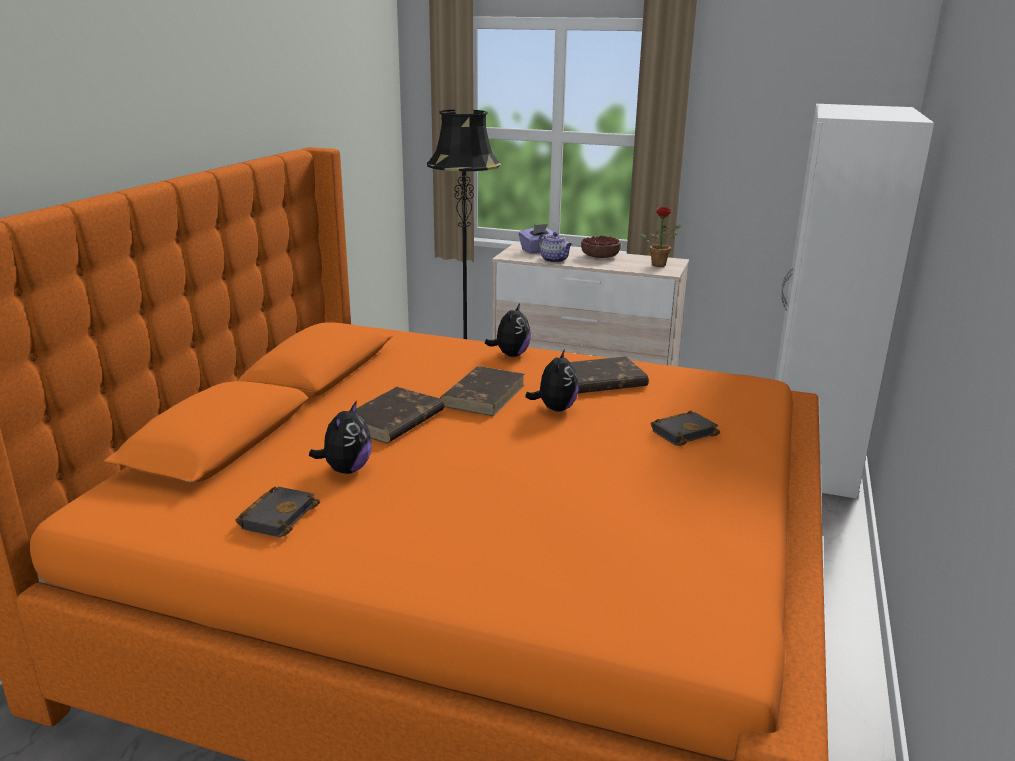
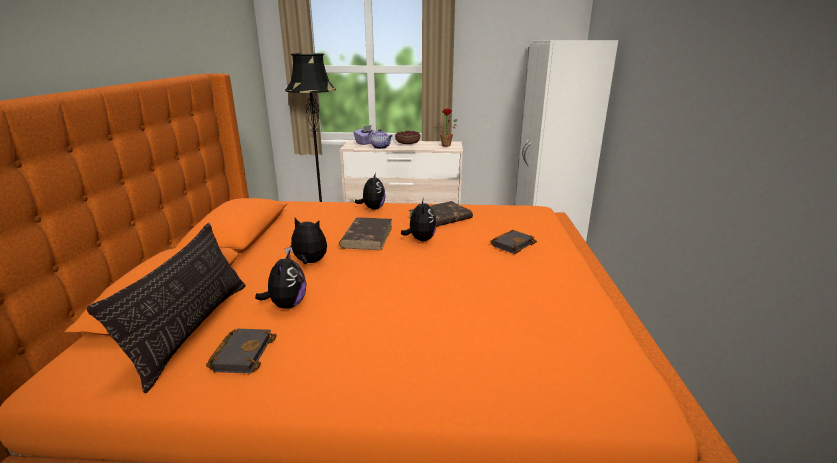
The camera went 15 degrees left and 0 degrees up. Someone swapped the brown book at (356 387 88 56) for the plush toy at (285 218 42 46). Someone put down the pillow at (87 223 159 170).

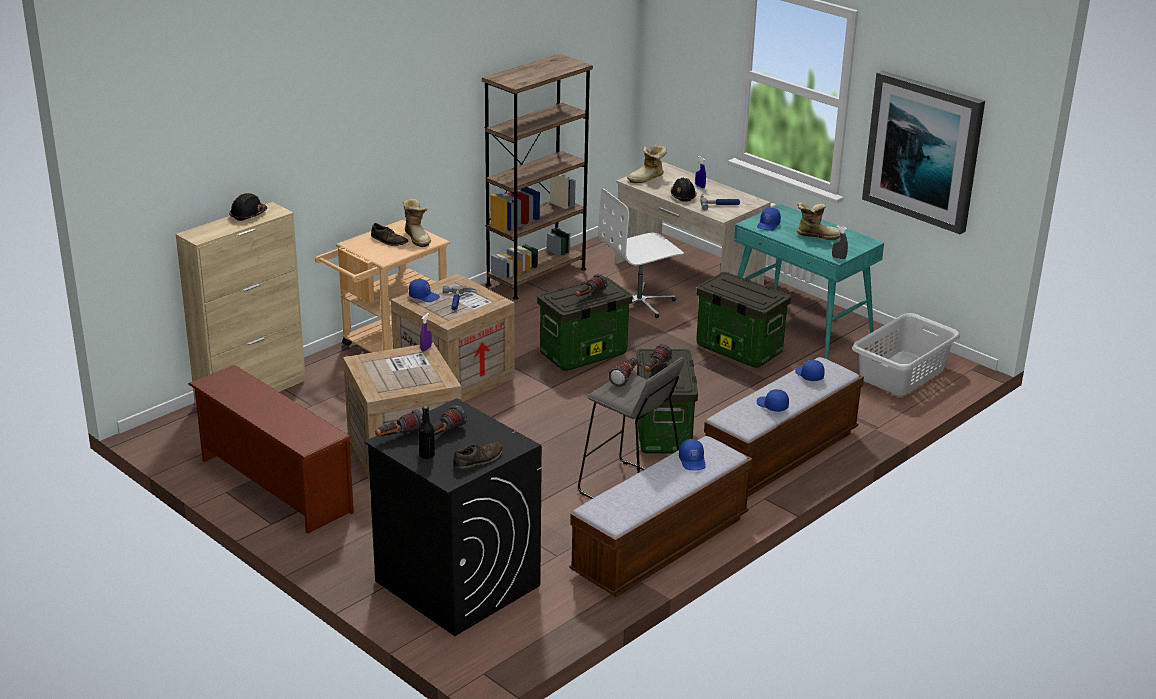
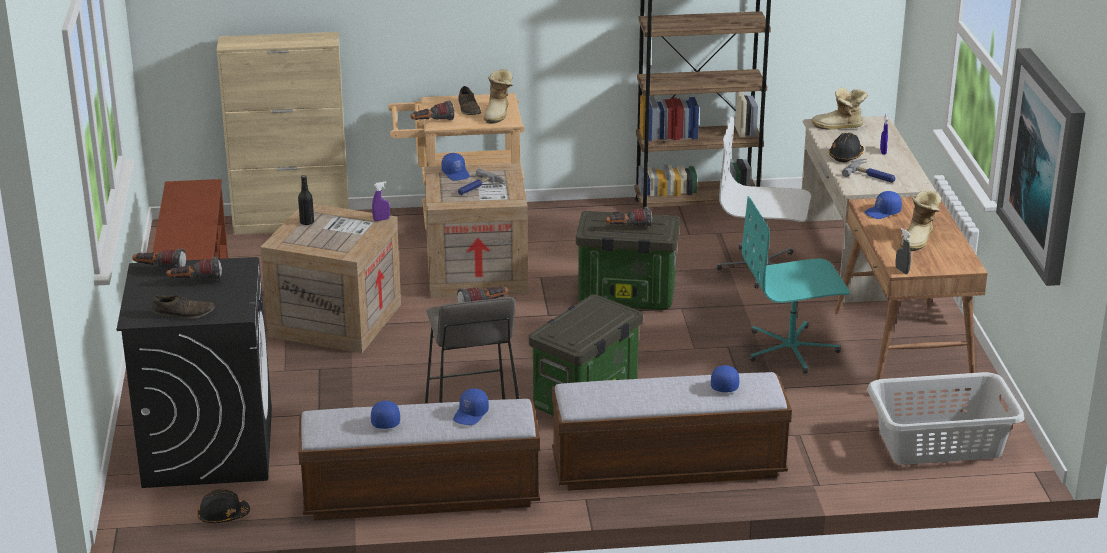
The camera went 40 degrees right and 0 degrees up. Someone carried the black hard hat from (229 193 38 28) to (197 489 53 34). Someone rotated the boot at (797 202 44 38) by 75 degrees clockwise. Someone repainted the turquoise desk at (734 204 150 155), which became the brown desk at (835 197 153 183). Someone swapped the storage box at (696 272 95 96) for the turquoise office chair at (742 196 108 178). Someone carried the flashlight from (644 344 28 28) to (410 101 44 19). Someone carried the blue cap from (757 389 32 23) to (371 401 29 28). Someone carried the black bottle from (418 406 17 53) to (298 175 16 50).

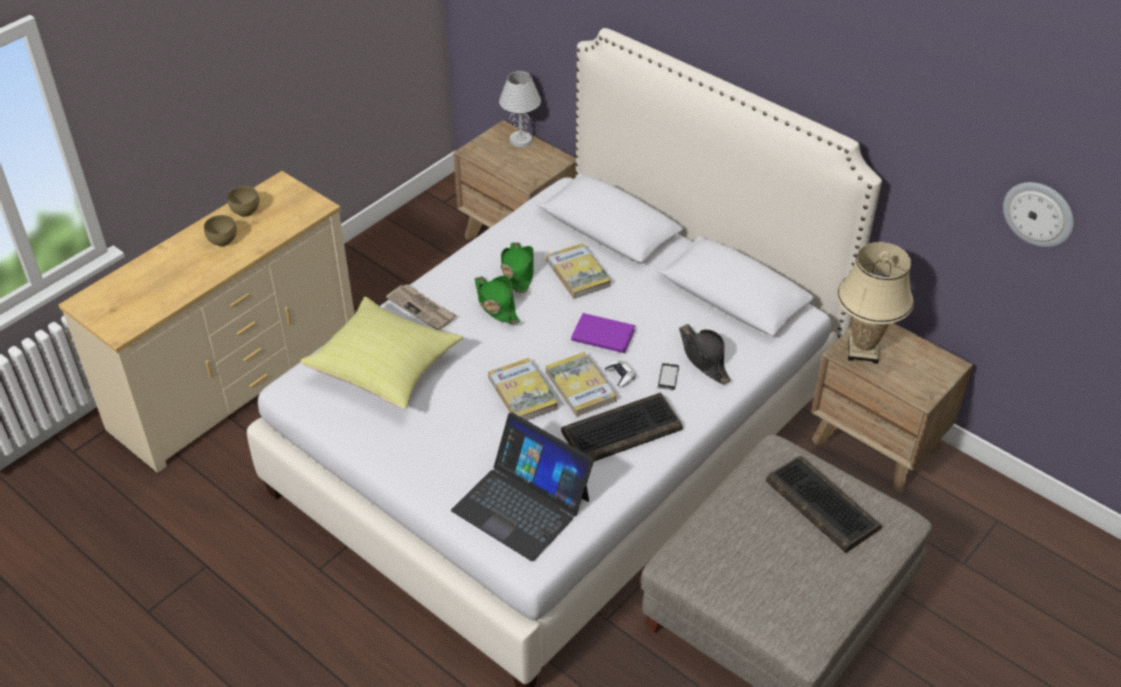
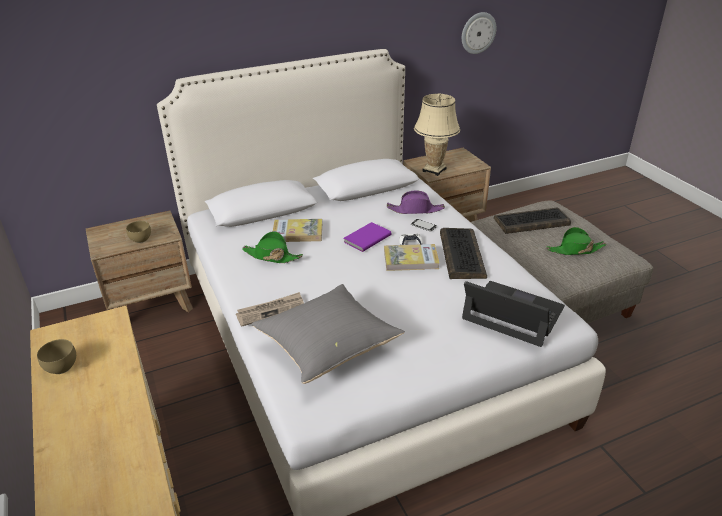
The camera went 65 degrees left and 10 degrees down. Someone took away the white table lamp at (499 71 42 76). Someone carried the brown bowl from (204 215 33 31) to (126 221 25 22). Someone carried the green hat from (475 276 45 48) to (546 227 60 28). Someone repainted the yellow pillow at (301 297 162 112), which became the grey pillow at (251 284 154 100). Someone repainted the black hat at (679 324 52 60), which became the purple hat at (387 190 58 24). Someone took away the book at (488 358 70 62). Someone rotated the laptop at (451 412 143 149) by 120 degrees counterclockwise.

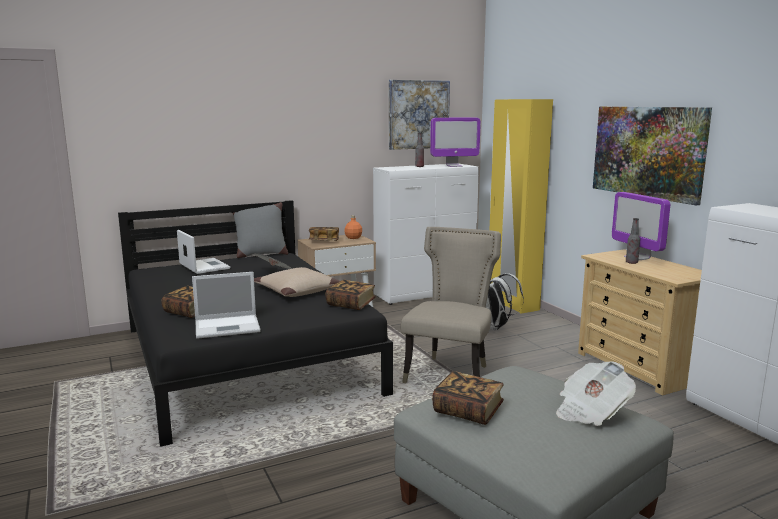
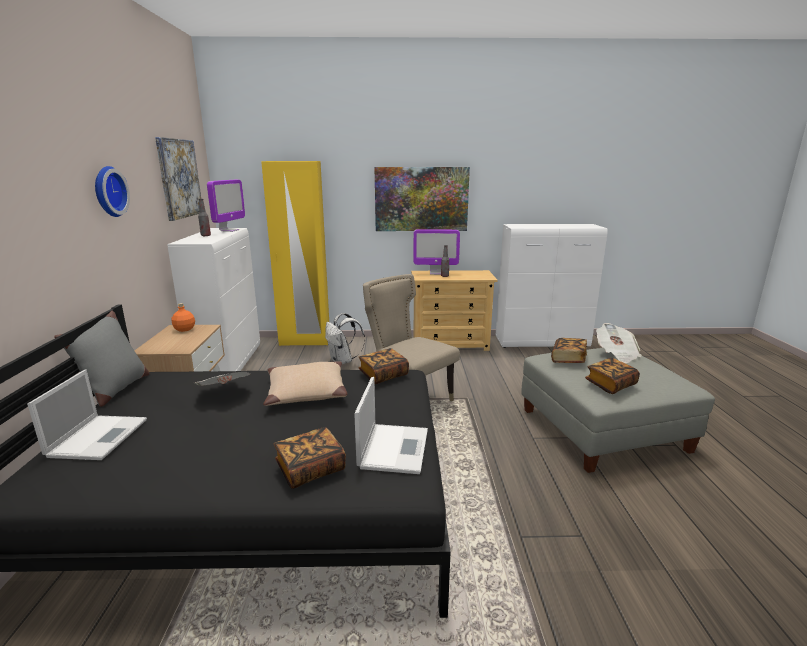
The camera went 65 degrees left and 5 degrees up. Someone carried the book from (309 227 30 14) to (551 338 36 25). Someone rotated the laptop at (177 230 54 44) by 105 degrees clockwise. Someone put up the wall clock at (95 166 35 51).

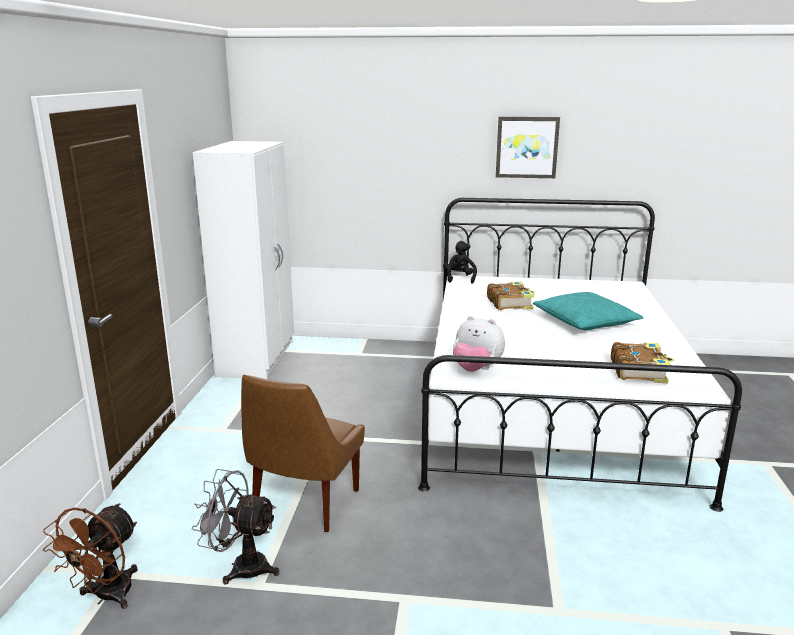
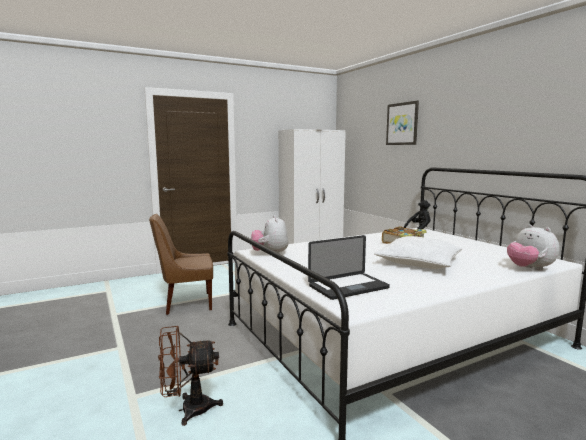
The camera went 55 degrees right and 10 degrees down. Someone carried the picture from (496 117 64 61) to (386 100 33 45). Someone repainted the turquoise pillow at (533 292 111 38), which became the white pillow at (374 236 88 33). Someone swapped the book at (611 342 63 41) for the laptop at (308 235 82 65). Someone took away the grey fan at (192 469 87 115). Someone carried the brown fan from (43 503 95 106) to (158 326 65 100). Someone put down the plush toy at (507 224 52 47).

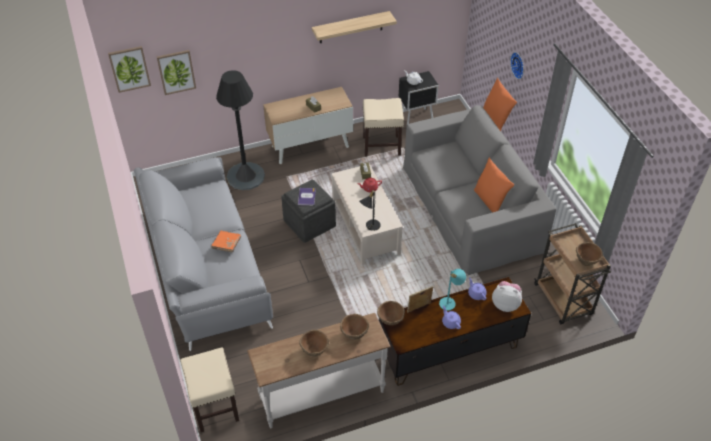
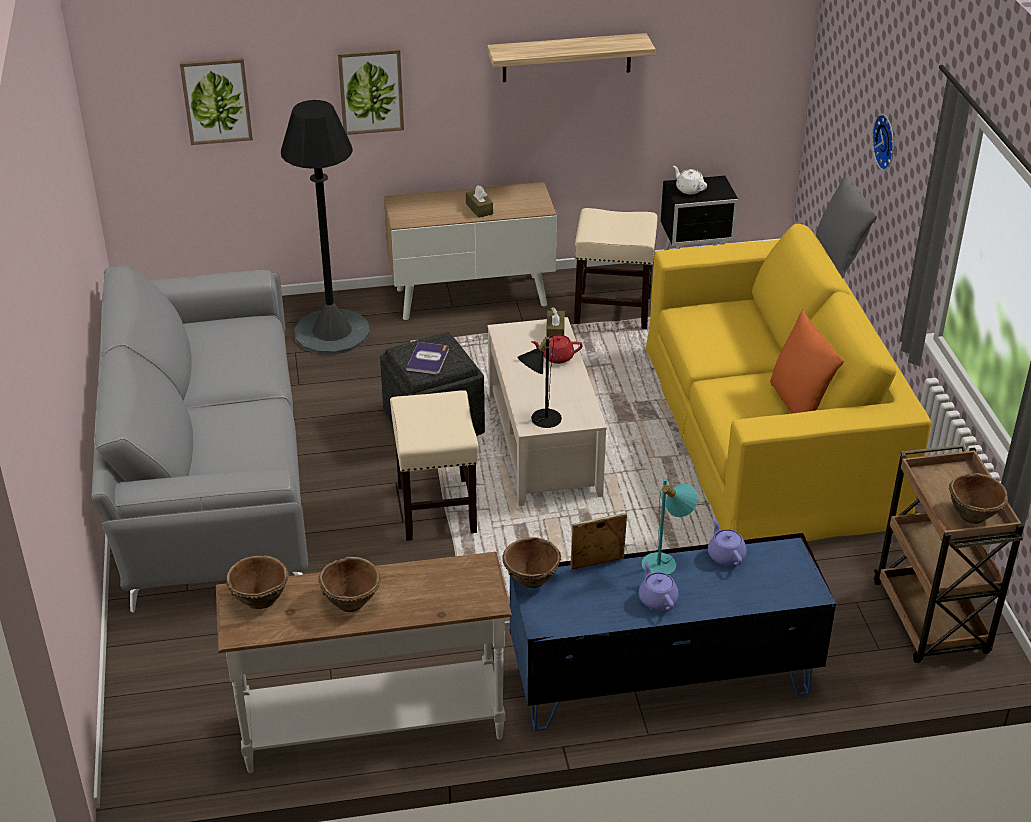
The camera went 10 degrees right and 10 degrees down. Someone carried the picture from (108 46 43 47) to (338 48 66 87). Someone repainted the orange pillow at (483 78 34 53), which became the grey pillow at (816 173 61 105). Someone repainted the grey sofa at (403 105 153 170), which became the yellow sofa at (646 224 285 317). Someone took away the orange book at (211 231 30 21). Someone repainted the brown tv stand at (379 277 152 109), which became the blue tv stand at (510 533 326 198). Someone took away the plush toy at (492 281 30 31). Someone carried the brown bowl from (340 314 29 26) to (226 556 63 53). Someone carried the beige stool from (180 348 59 84) to (390 390 89 151).

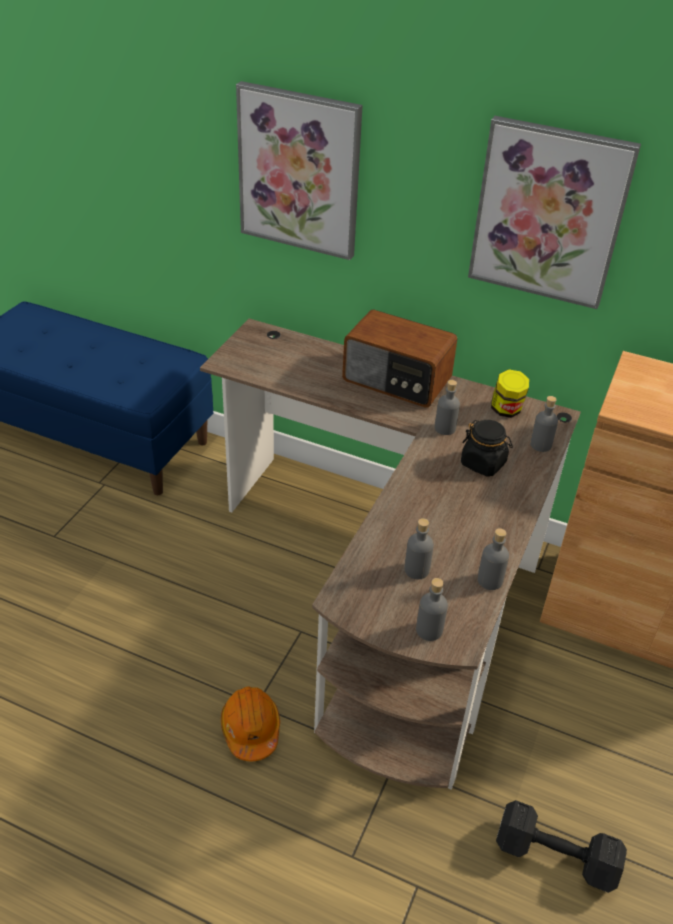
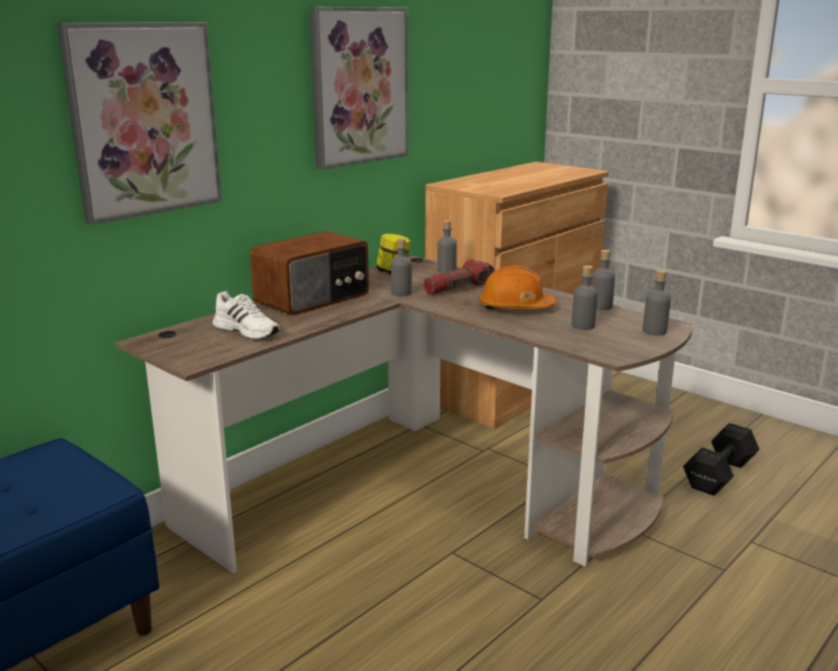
The camera went 70 degrees left and 20 degrees down. Someone swapped the black jar at (461 420 52 57) for the flashlight at (424 260 71 35). Someone carried the orange hard hat from (221 687 59 75) to (479 265 78 44). Someone put down the white shoe at (213 291 66 49).

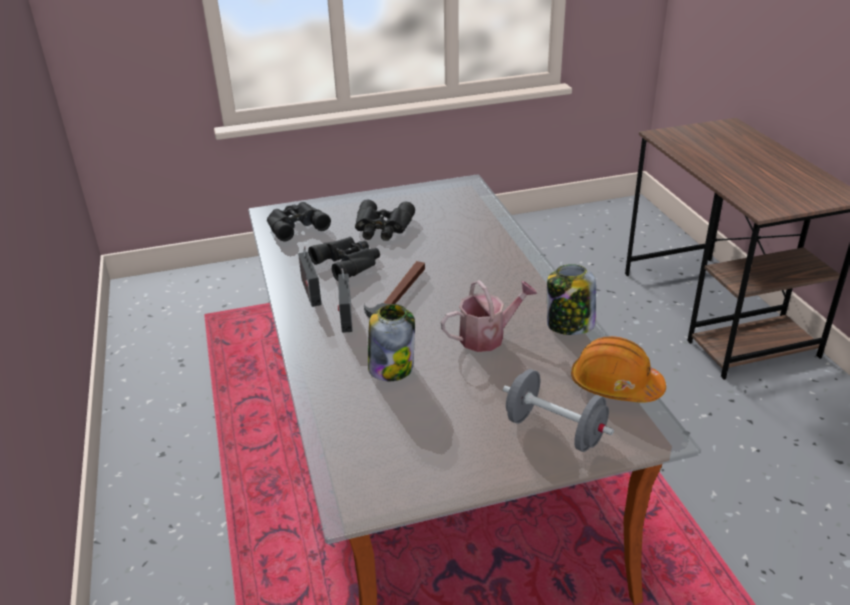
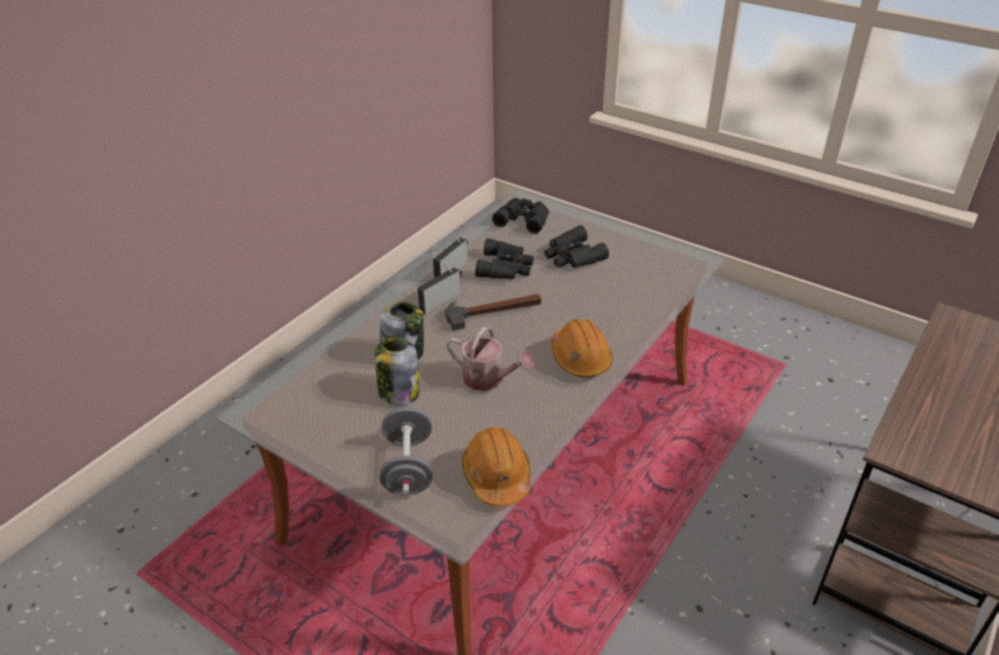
The camera went 50 degrees right and 5 degrees up. Someone carried the jar from (547 264 49 71) to (375 336 44 69). Someone put down the orange hard hat at (551 319 62 59).

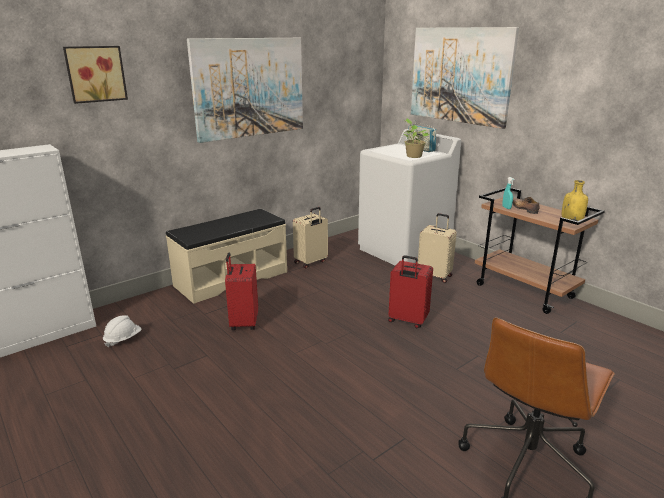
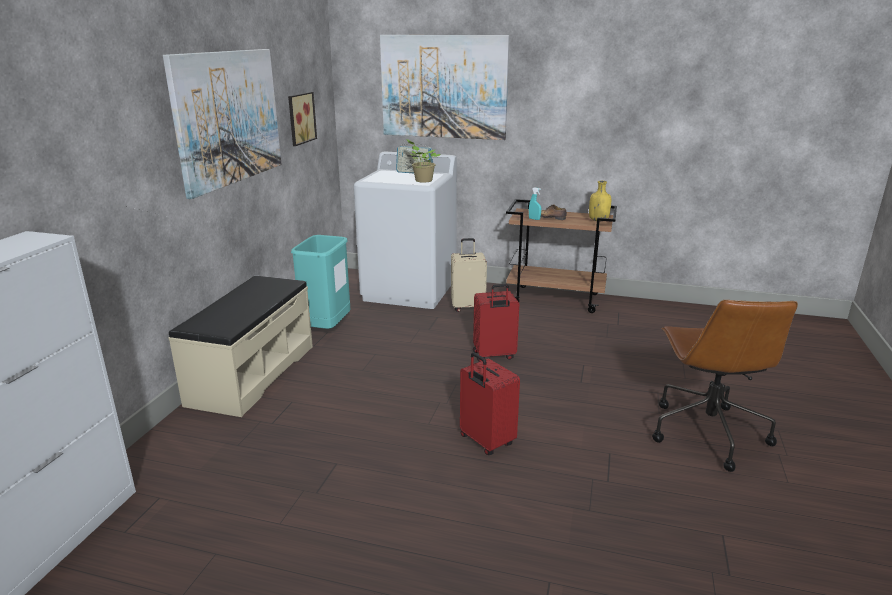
The camera went 35 degrees left and 0 degrees up. Someone carried the picture from (63 46 65 58) to (288 92 29 54). Someone swapped the beige suitcase at (293 207 35 61) for the turquoise trash can at (291 235 59 94). Someone carried the red suitcase from (225 253 33 77) to (460 352 60 103). Someone took away the white hard hat at (103 315 39 32).

